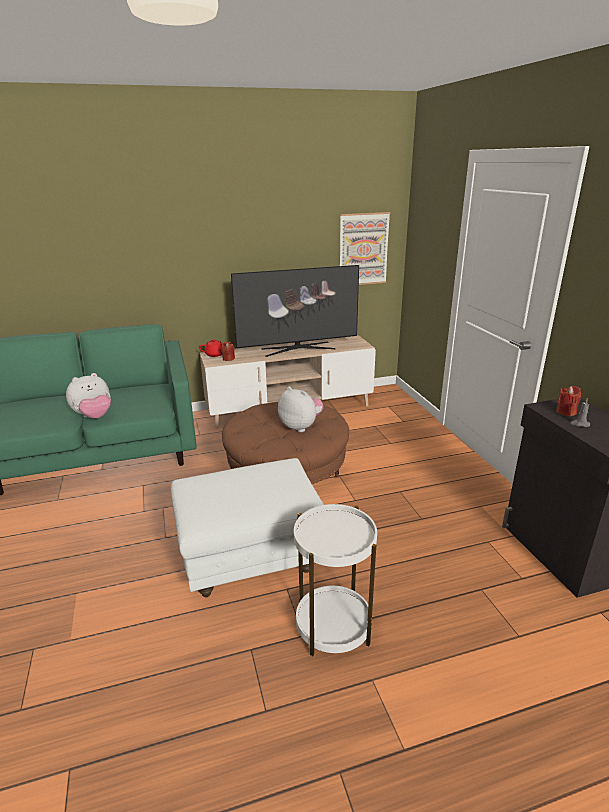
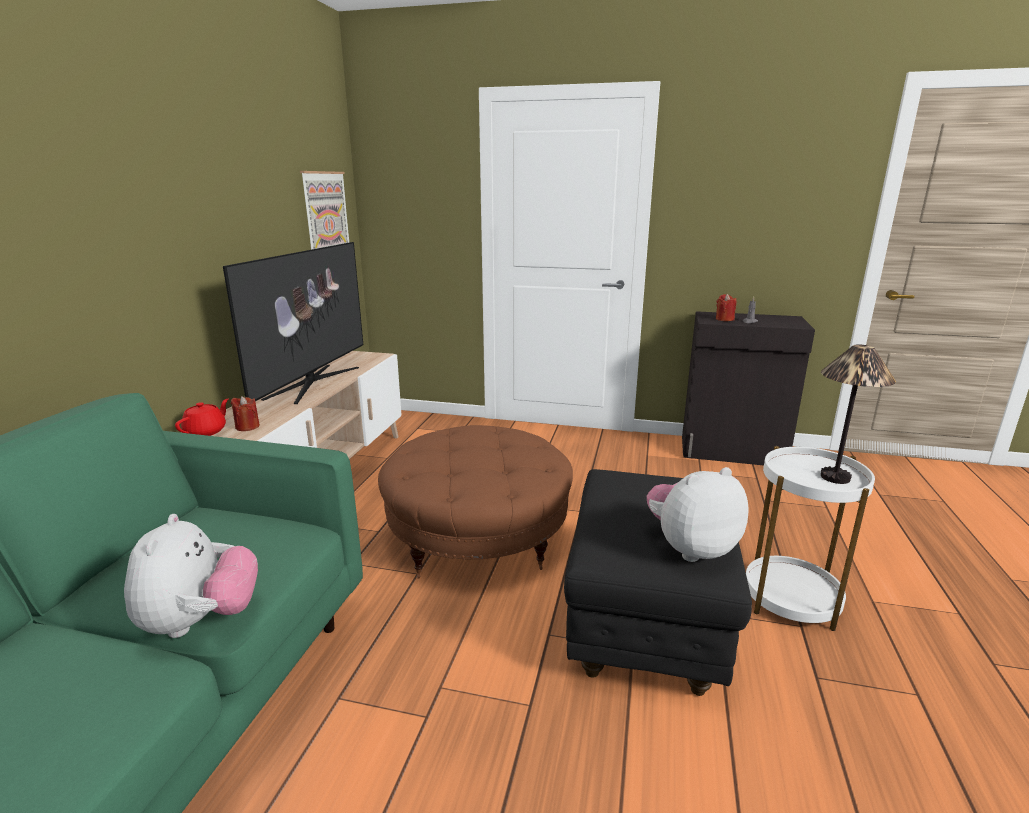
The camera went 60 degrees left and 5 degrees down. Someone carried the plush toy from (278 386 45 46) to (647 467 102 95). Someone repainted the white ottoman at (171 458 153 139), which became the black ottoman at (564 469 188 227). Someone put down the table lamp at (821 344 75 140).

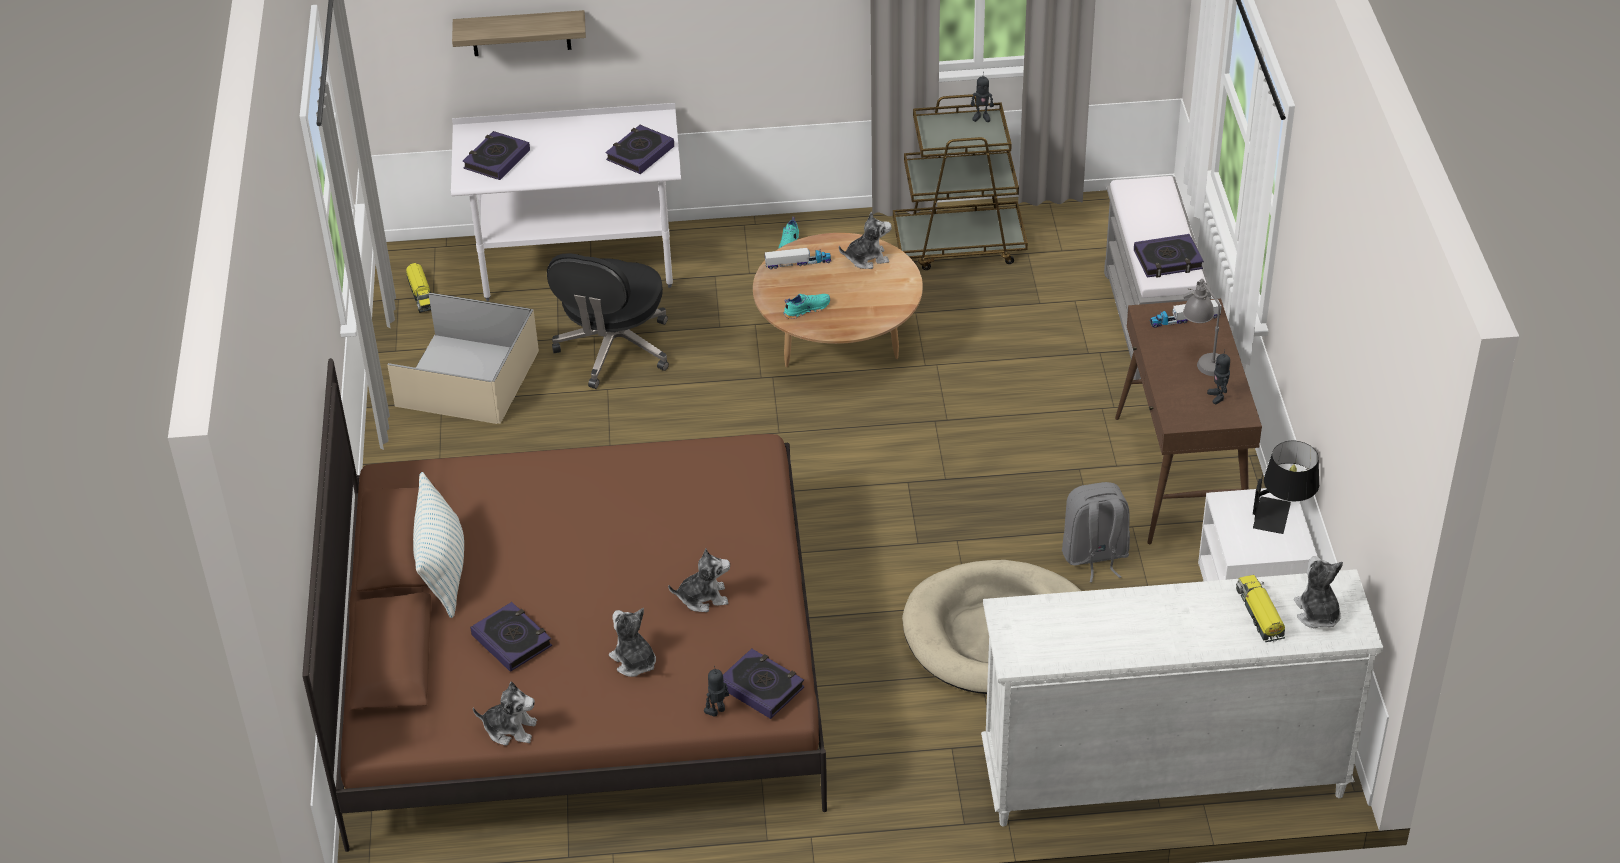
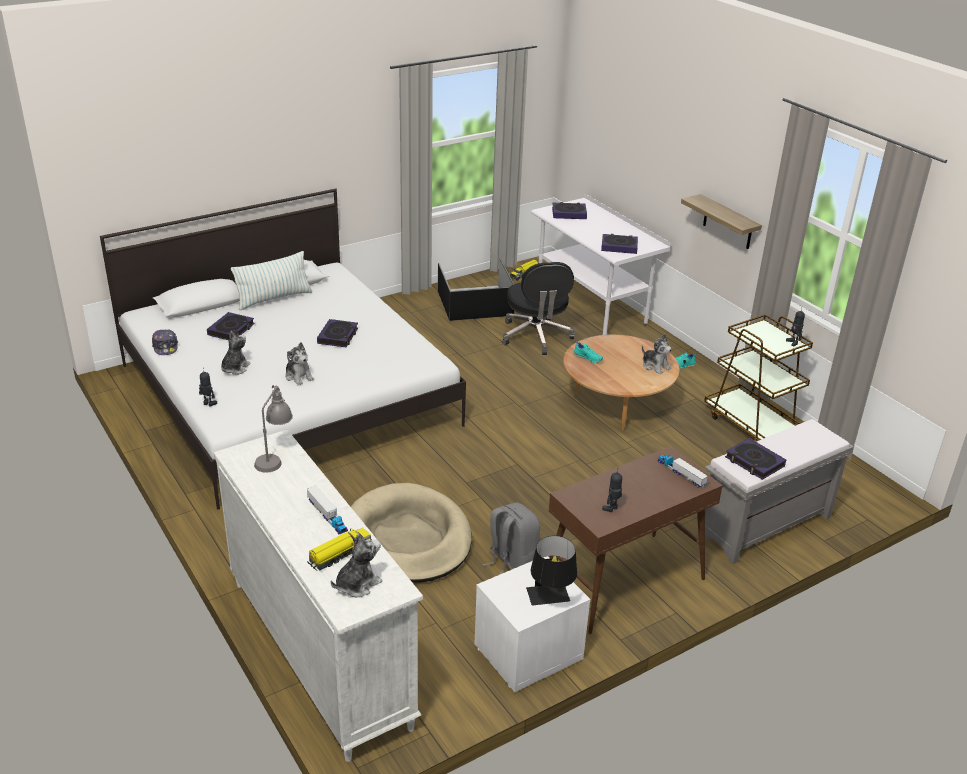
The camera went 60 degrees right and 10 degrees down. Someone carried the shelf from (452 10 134 46) to (681 194 81 55). Someone carried the toy truck from (765 248 66 21) to (307 486 41 48). Someone rotated the black office chair at (547 253 122 136) by 90 degrees counterclockwise. Someone carried the grey table lamp from (1183 279 38 97) to (254 385 39 88). Someone repainted the beige storage box at (387 292 152 132), which became the black storage box at (438 258 76 63). Someone repainted the brown bed at (302 358 525 494), which became the white bed at (100 188 366 322). Someone carried the book from (723 648 81 71) to (317 319 41 28). Someone swapped the plush toy at (473 681 64 65) for the cap at (152 330 26 25).

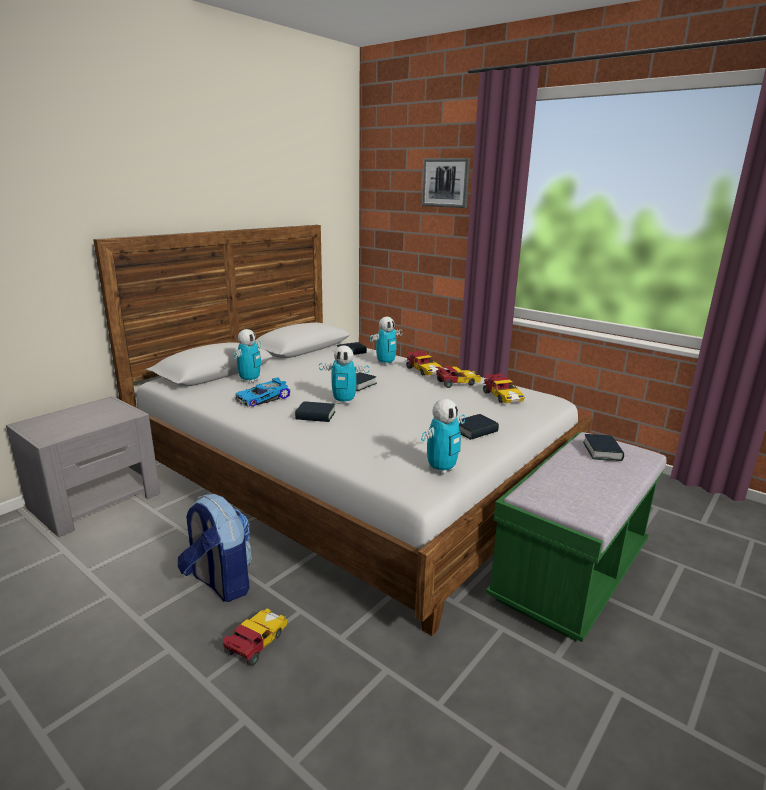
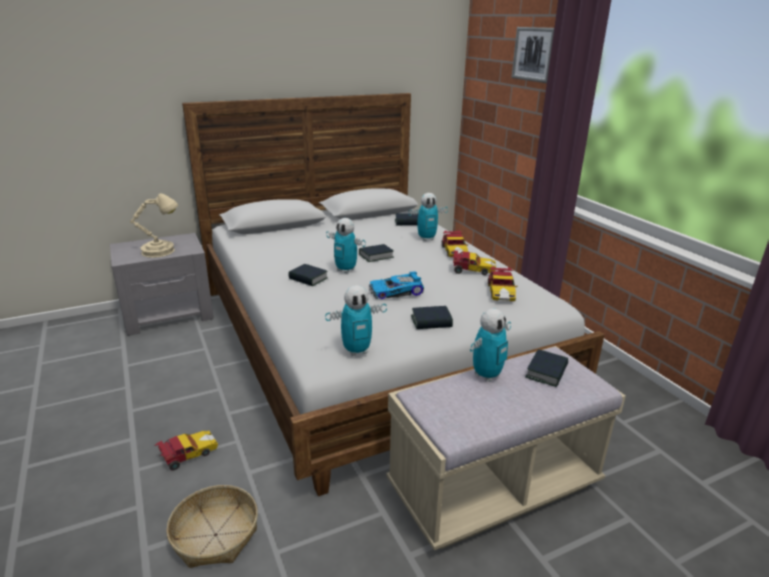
The camera went 25 degrees right and 5 degrees up. Someone carried the toy robot from (234 329 28 54) to (470 308 41 74). Someone carried the toy car from (235 378 55 30) to (369 272 55 27). Someone repainted the green bench at (486 432 181 210), which became the beige bench at (386 346 240 204). Someone took away the backpack at (178 494 74 108). Someone put down the beige table lamp at (130 193 48 65). Someone put down the basket at (166 485 92 83).

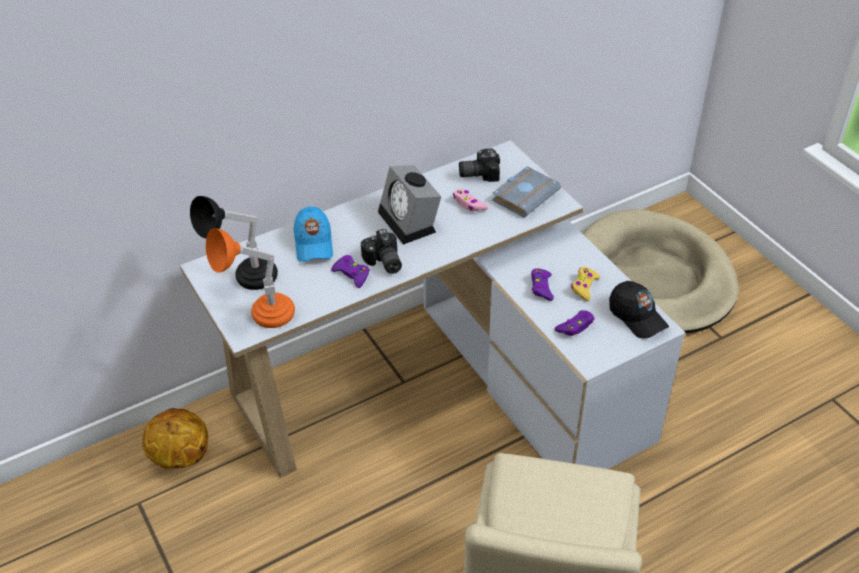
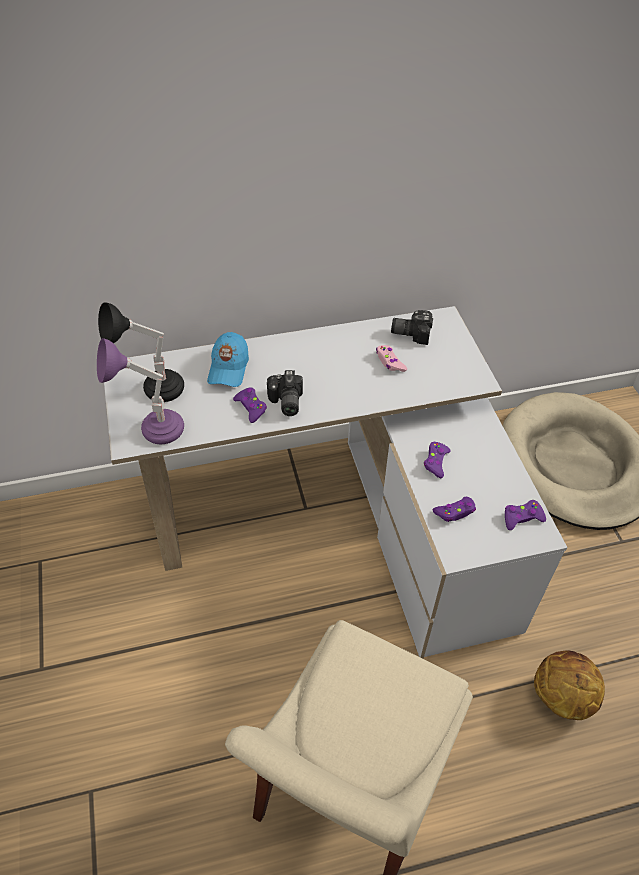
The camera went 15 degrees right and 5 degrees up. Someone took away the alarm clock at (378 165 63 80). Someone took away the grey book at (492 166 69 52). Someone repainted the orange table lamp at (206 228 89 100), which became the purple table lamp at (97 338 87 106). Someone took away the yellow game controller at (571 267 29 34). Someone swapped the black cap at (609 281 60 58) for the purple game controller at (505 500 41 30). Someone carried the basketball from (142 408 66 61) to (534 651 71 69).

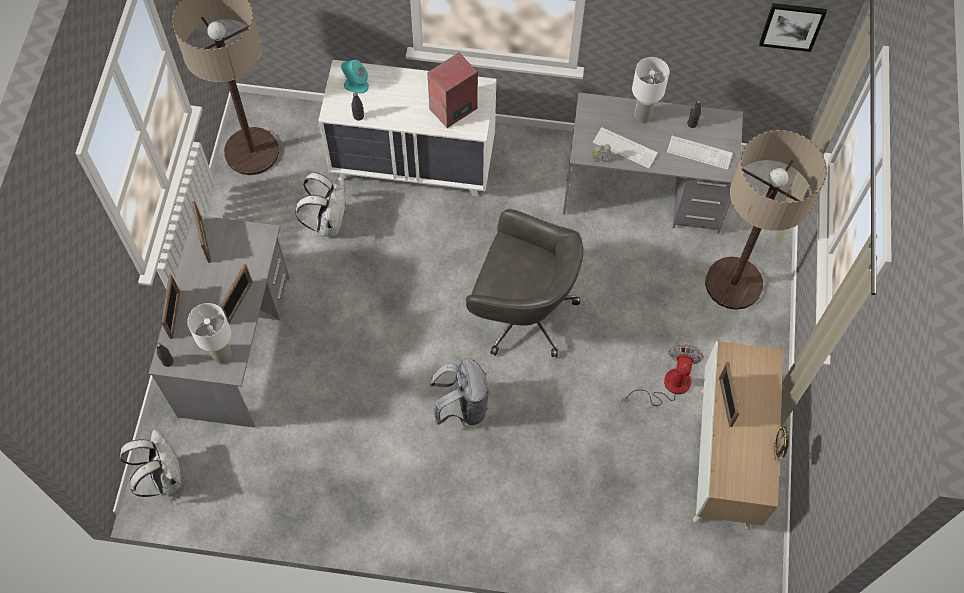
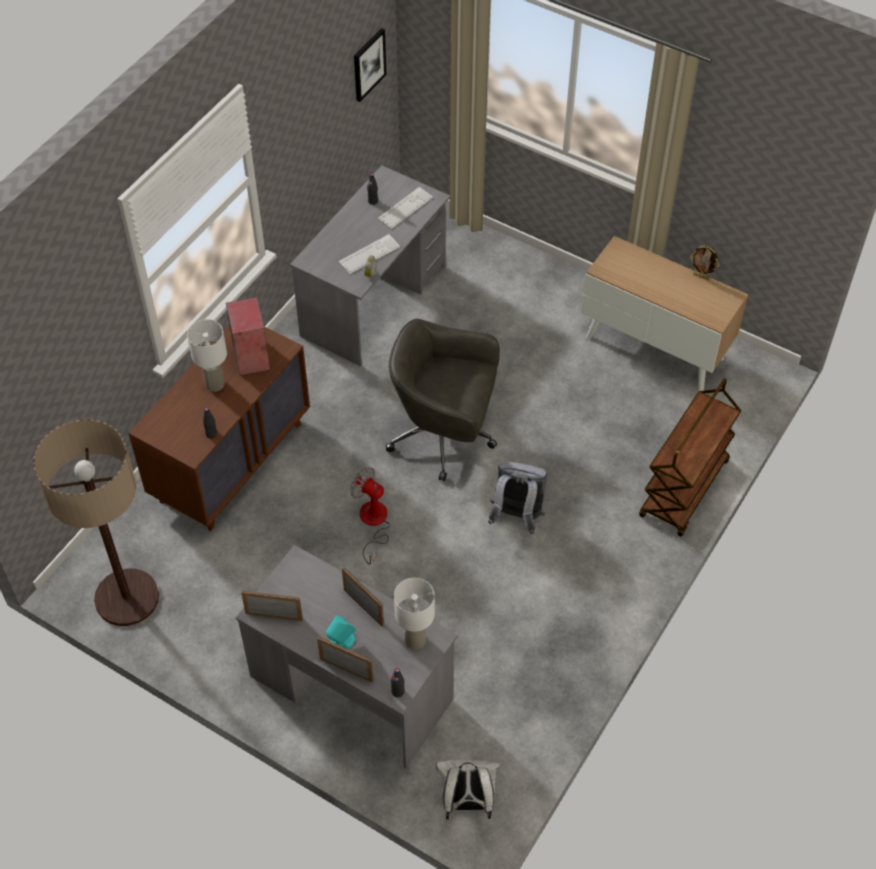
The camera went 65 degrees left and 10 degrees down. Someone carried the white table lamp from (632 57 38 66) to (187 319 40 73). Someone repainted the white dresser at (318 60 179 136), which became the brown dresser at (128 325 182 206). Someone carried the turquoise speaker from (341 60 28 34) to (326 615 30 34). Someone took away the floor lamp at (705 130 122 180). Someone took away the white backpack at (295 172 51 65). Someone rotated the grey office chair at (466 209 118 148) by 120 degrees counterclockwise. Someone carried the fan from (621 344 83 62) to (350 467 40 98). Someone took away the picture frame at (719 362 21 65). Someone put down the brown cart at (639 378 102 159).

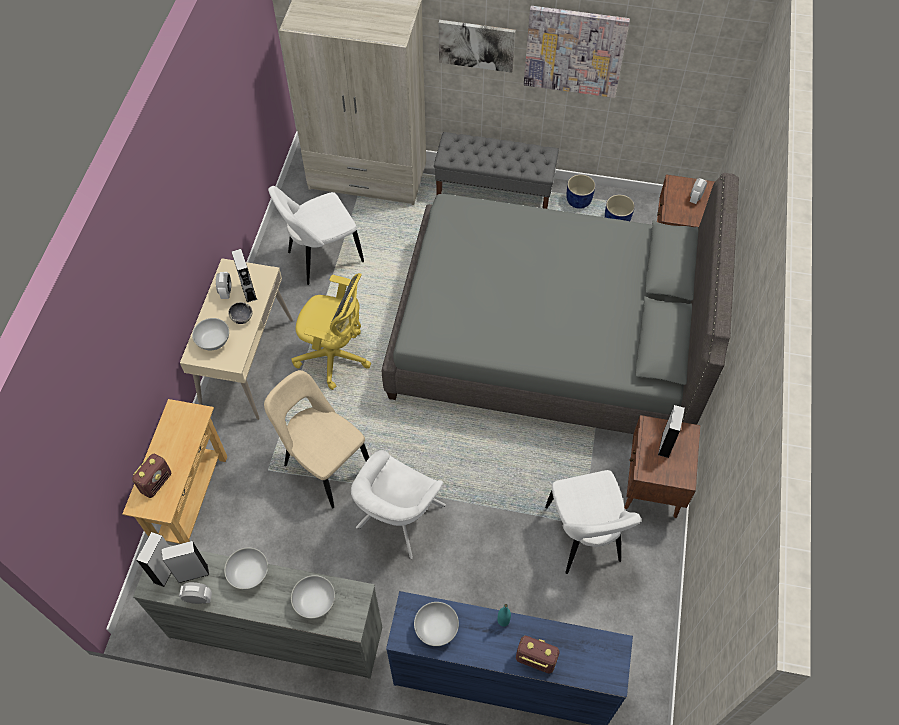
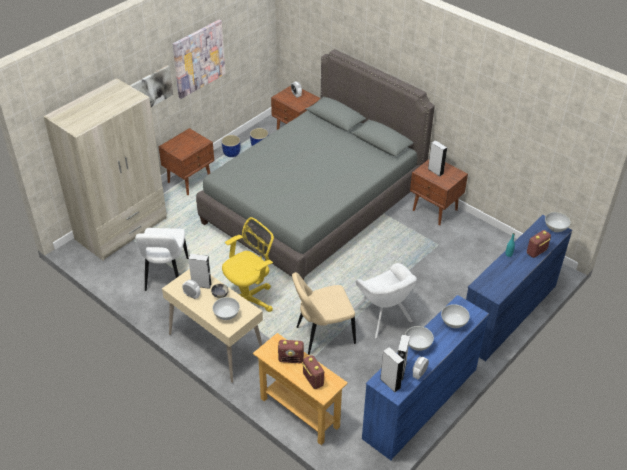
The camera went 60 degrees left and 15 degrees down. Someone swapped the grey bench at (434 132 125 77) for the brown nightstand at (158 128 56 67). Someone took away the white chair at (545 470 96 104). Someone repainted the grey dresser at (133 545 249 134), which became the blue dresser at (362 295 127 165). Someone carried the white bowl from (414 602 45 44) to (545 212 26 20). Someone put down the radio at (278 340 26 23).

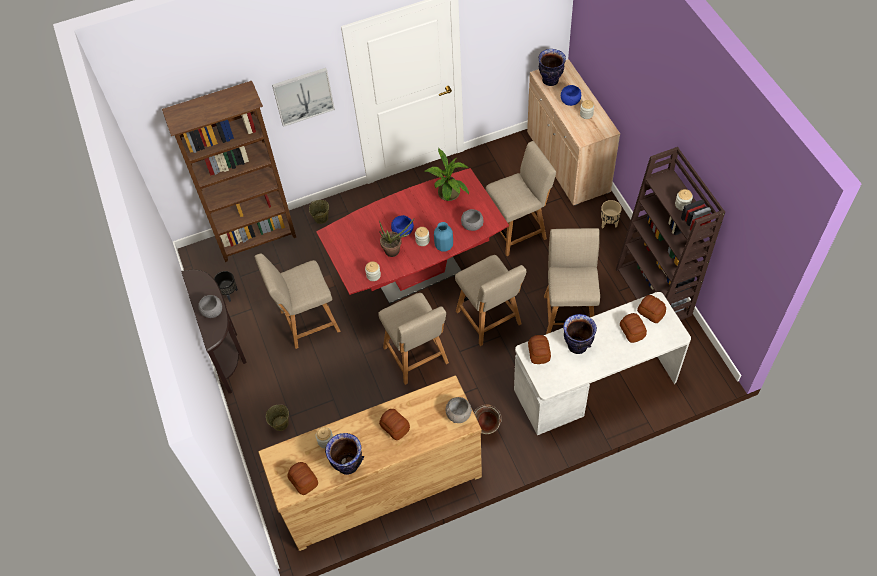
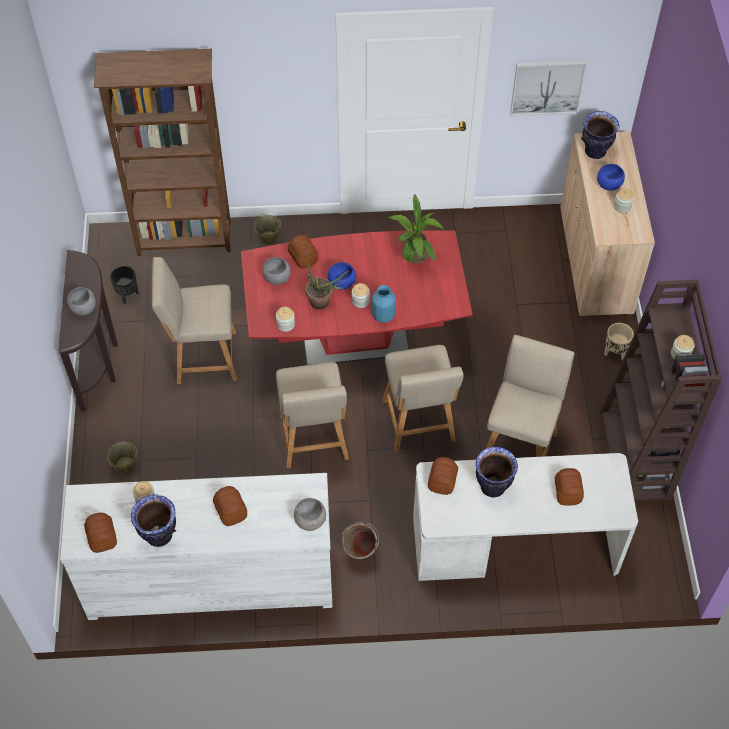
The camera went 15 degrees right and 0 degrees up. Someone carried the picture from (272 68 63 59) to (510 60 77 56). Someone took away the beige chair at (486 141 70 115). Someone carried the grey bowl from (461 209 22 22) to (262 257 29 28). Someone carried the bread from (637 295 29 28) to (288 235 30 34). Someone repainted the brown dresser at (258 375 224 176), which became the white dresser at (60 473 273 147).

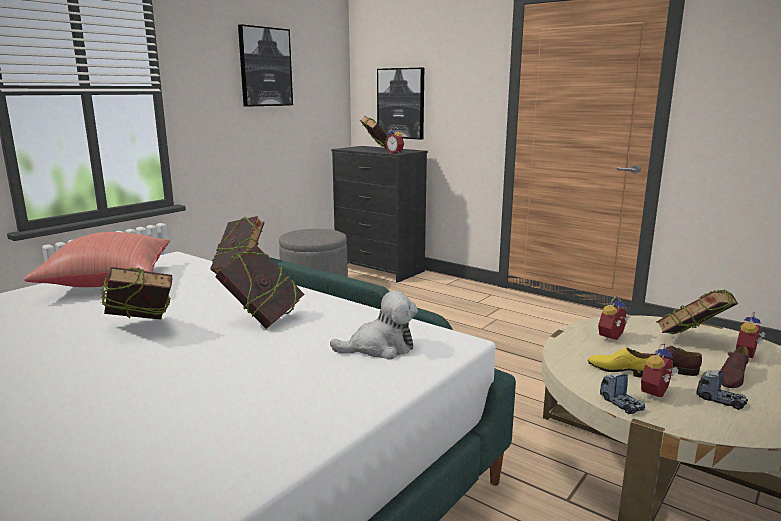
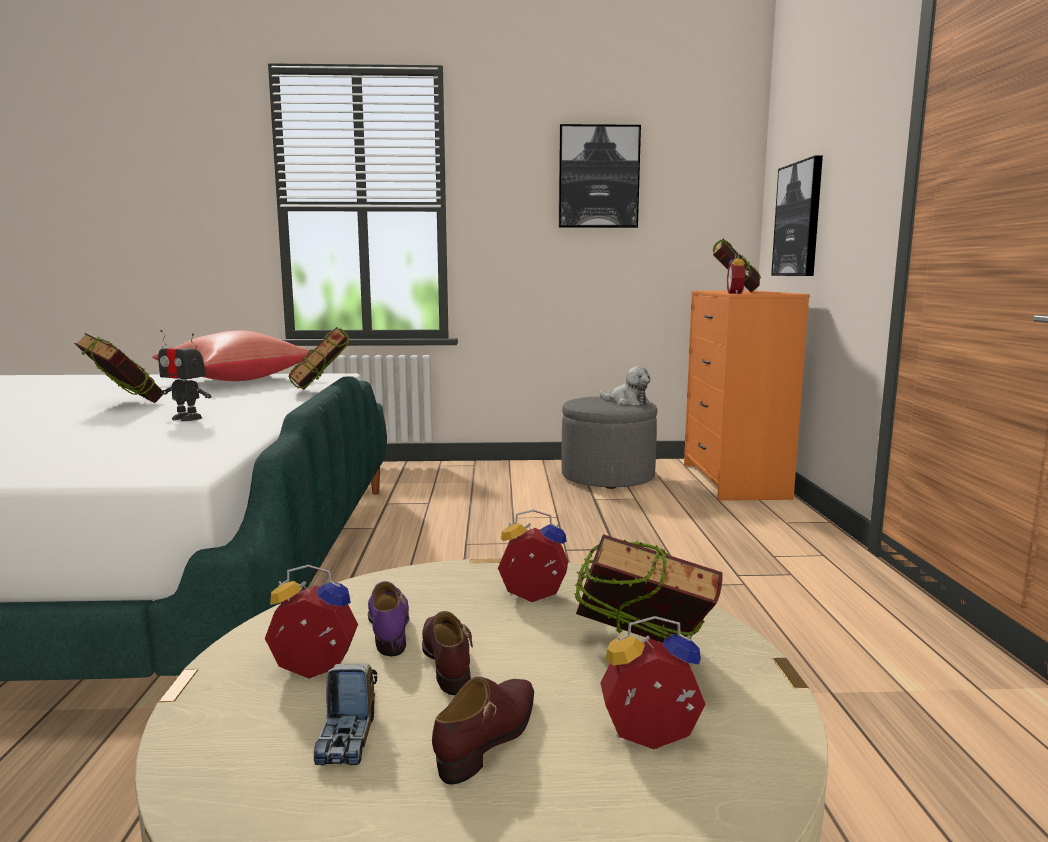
The camera went 50 degrees right and 5 degrees down. Someone repainted the black dresser at (331 146 97 137), which became the orange dresser at (684 291 126 210). Someone swapped the book at (216 245 89 84) for the toy robot at (158 330 53 91). Someone carried the plush toy from (330 291 88 69) to (600 366 51 39). Someone rotated the brown shoe at (721 346 28 42) by 120 degrees clockwise. Someone repainted the yellow shoe at (588 348 63 30), which became the purple shoe at (368 581 41 75). Someone took away the toy truck at (600 373 45 41).

